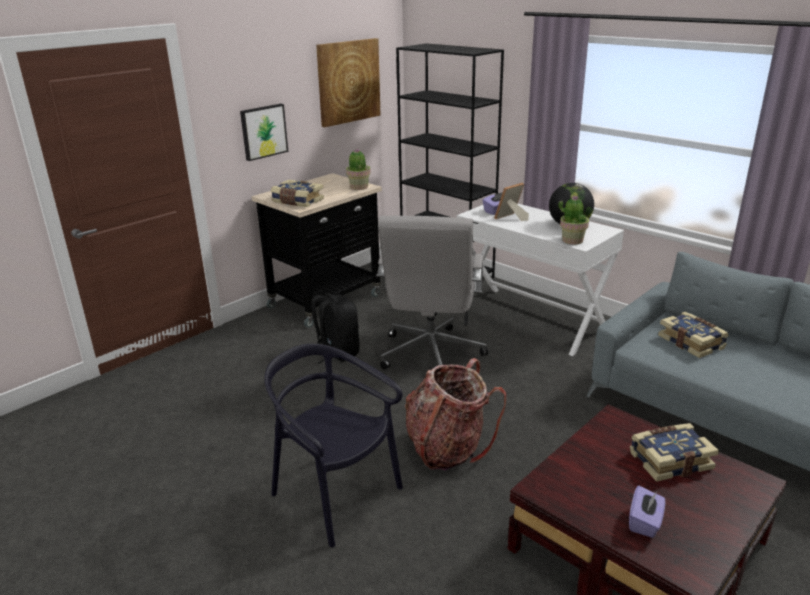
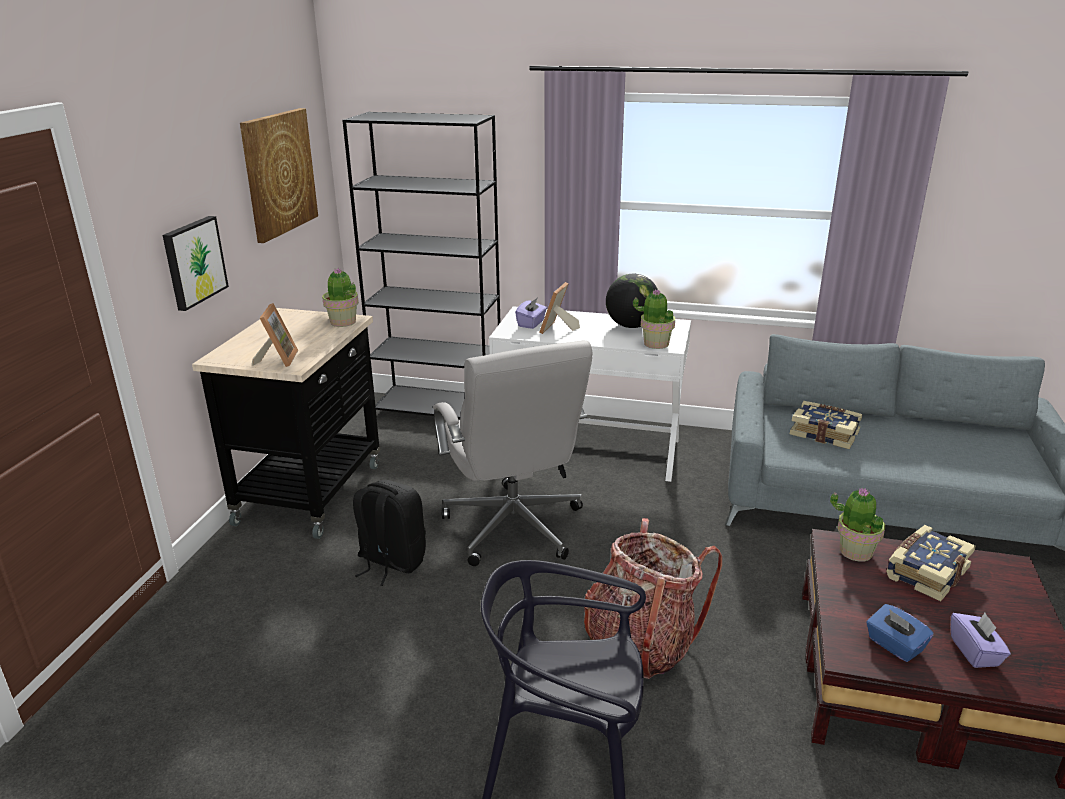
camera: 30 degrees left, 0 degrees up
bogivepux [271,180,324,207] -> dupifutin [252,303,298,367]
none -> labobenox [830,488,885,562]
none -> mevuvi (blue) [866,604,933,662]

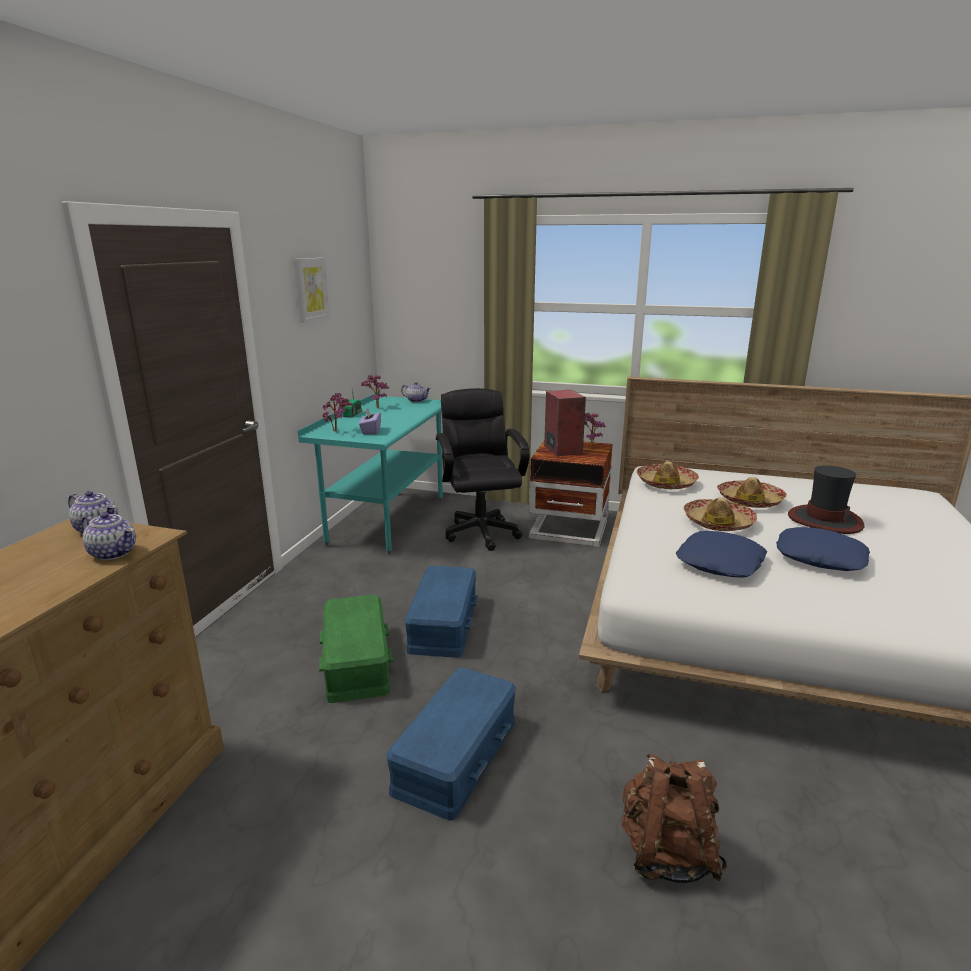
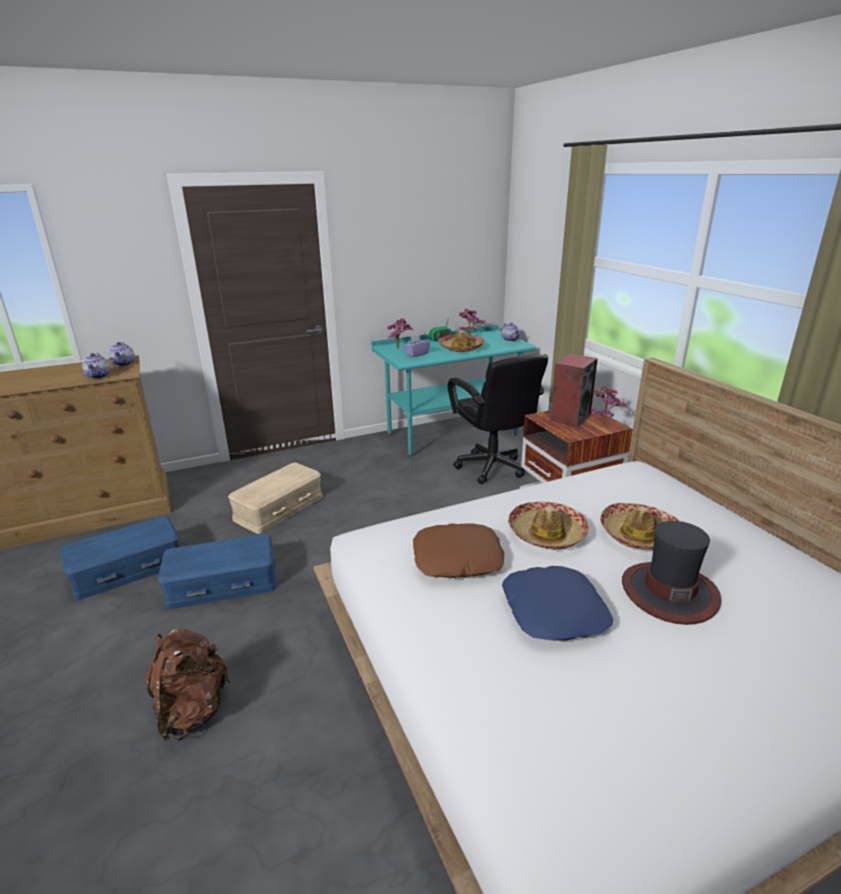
camera: 50 degrees right, 5 degrees up
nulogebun [294,258,330,323] -> none
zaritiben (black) [436,388,530,551] -> zaritiben (black) [448,354,548,484], 120 degrees clockwise
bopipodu [637,461,699,489] -> bopipodu [438,330,485,352], shifted
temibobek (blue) [676,531,767,578] -> temibobek (brown) [413,523,504,578]
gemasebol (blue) [404,566,478,658] -> gemasebol (blue) [60,516,179,601], shifted
gemasebol (green) [319,595,393,703] -> gemasebol (beige) [228,463,323,534]

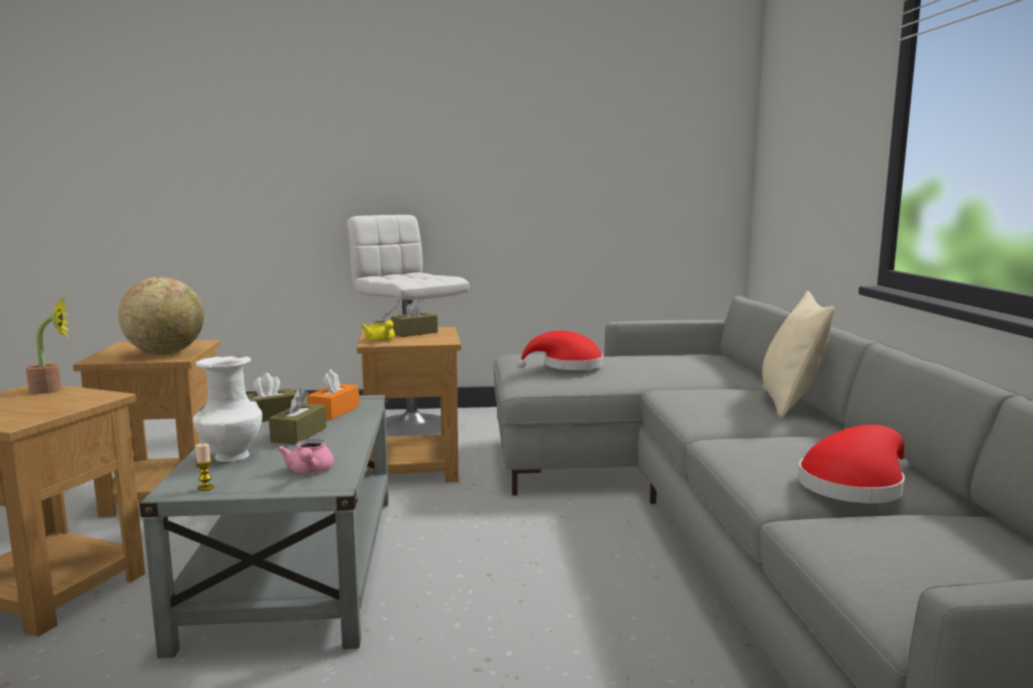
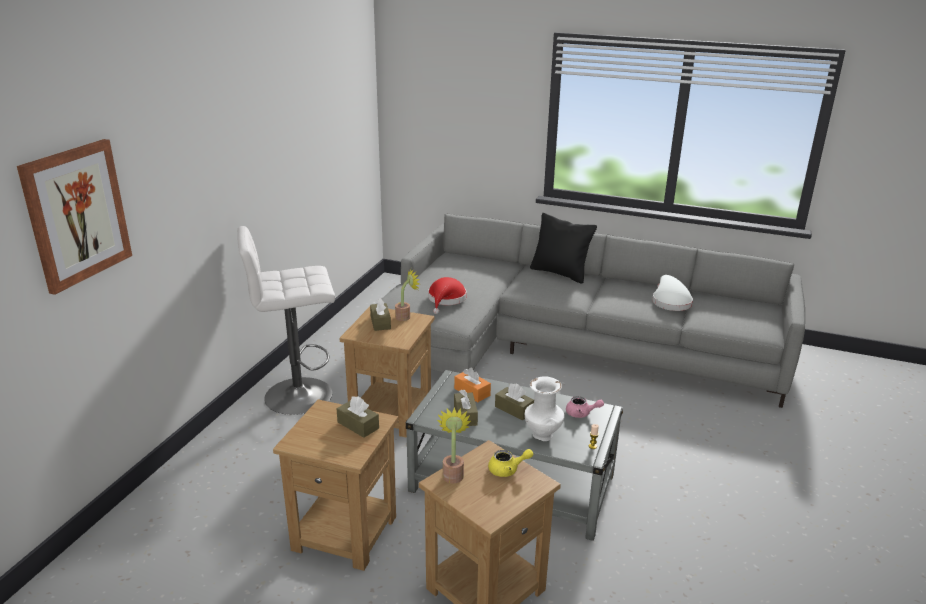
camera: 65 degrees left, 15 degrees up
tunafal [118,277,204,355] -> mevuvi (brown) [337,396,379,438]
temibobek (beige) [762,291,835,418] -> temibobek (black) [530,213,597,284]
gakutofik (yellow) [361,320,395,341] -> gakutofik (yellow) [488,449,533,477], shifted
bopipodu (red) [798,425,909,503] -> bopipodu (white) [652,275,693,311]
none -> nulogebun [17,139,132,295]
none -> labobenox [395,269,420,321]

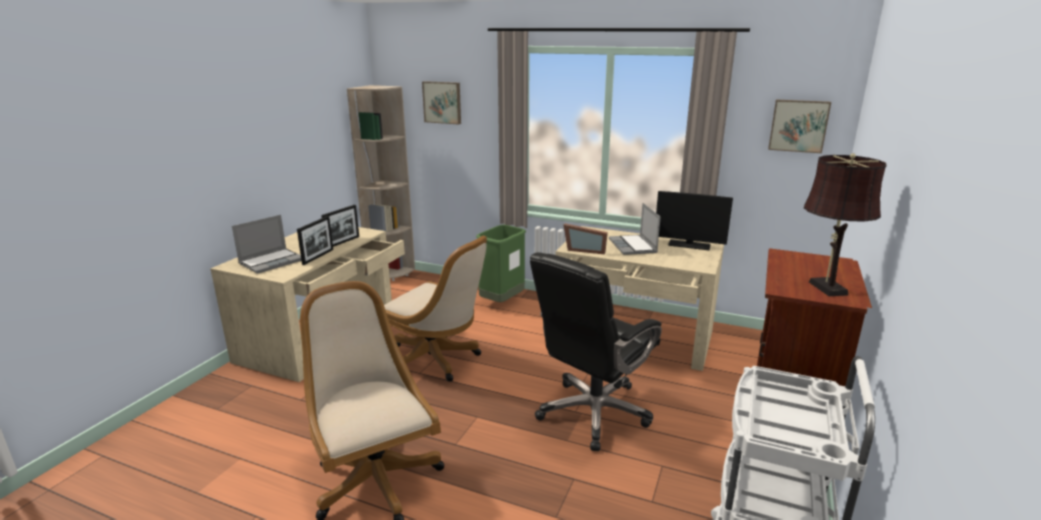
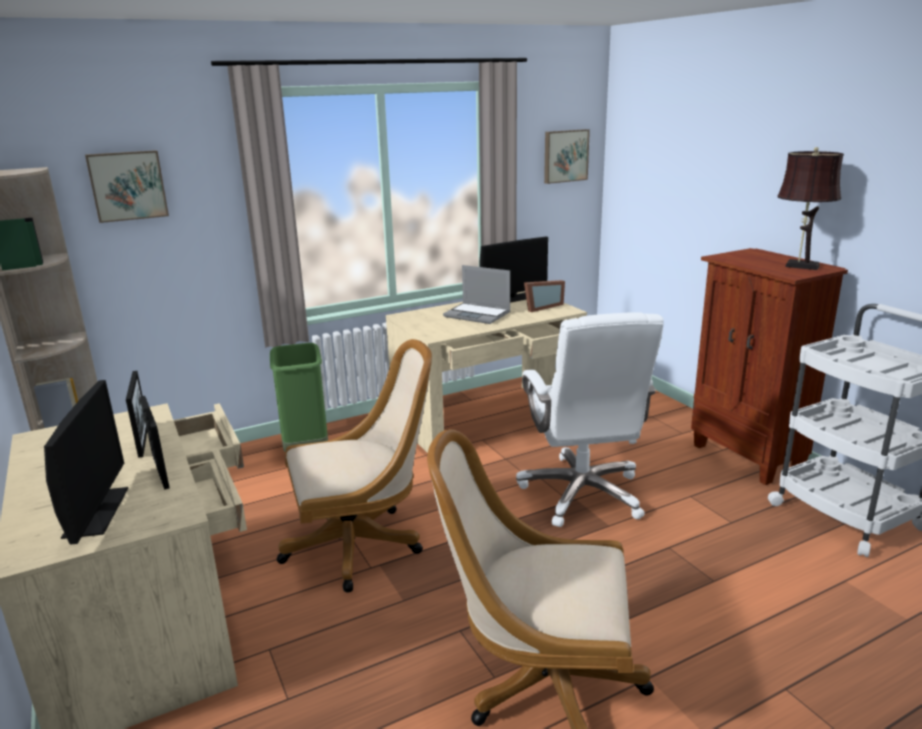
camera: 50 degrees left, 0 degrees up
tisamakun [232,215,301,274] -> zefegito [44,380,128,544]
dupifutin [564,223,608,254] -> dupifutin [524,280,565,312], shifted
zaritiben (black) [530,252,662,451] -> zaritiben (white) [516,312,663,527]

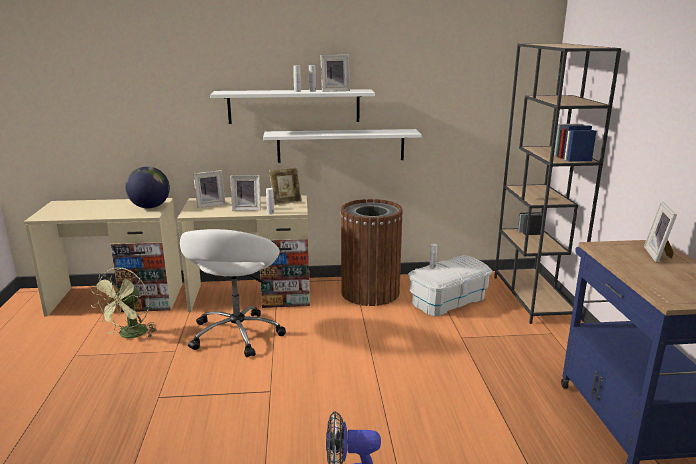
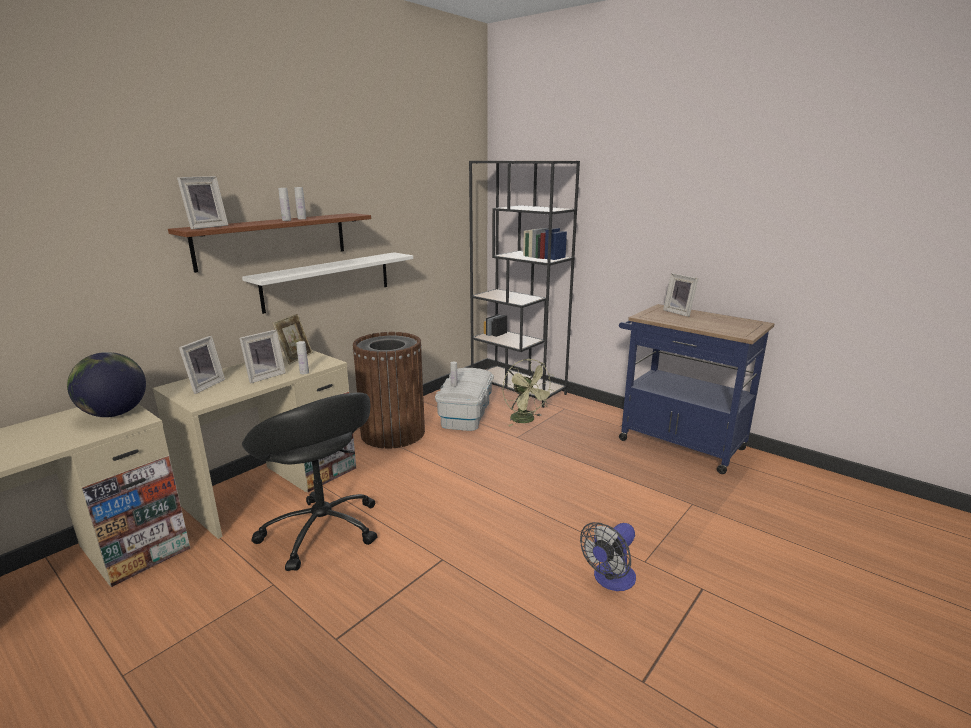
camera: 45 degrees left, 0 degrees up
dupifutin [320,55,350,92] -> dupifutin [177,176,228,230], shifted
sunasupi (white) [210,89,375,124] -> sunasupi (brown) [168,213,371,273]
zaritiben (white) [180,229,286,357] -> zaritiben (black) [242,393,377,571]
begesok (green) [90,267,157,338] -> begesok (green) [503,359,554,426], shifted

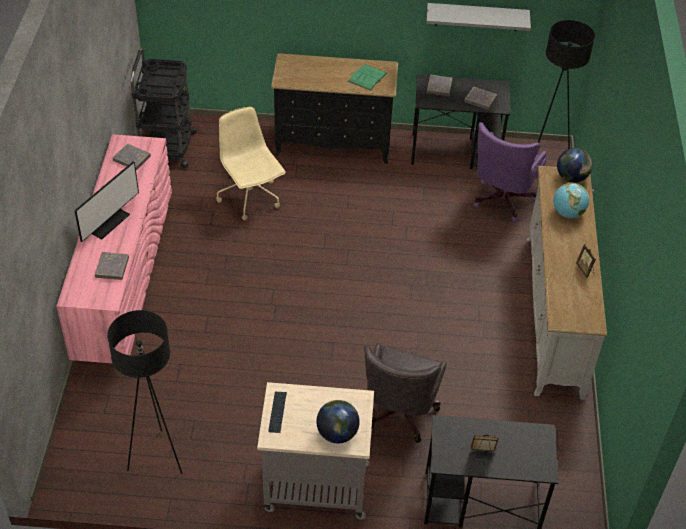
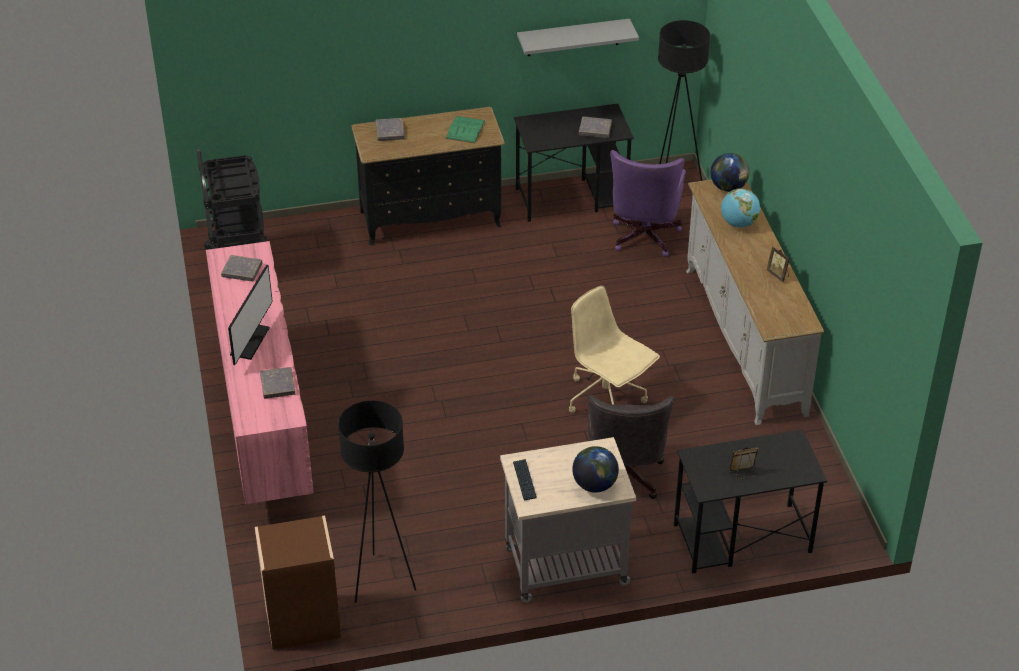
camera: 15 degrees left, 5 degrees down
bogivepux (grey) [427,75,452,96] -> bogivepux (grey) [376,118,405,141], shifted
zaritiben (beige) [216,107,286,220] -> zaritiben (beige) [569,286,660,413], shifted
none -> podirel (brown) [255,516,341,650]

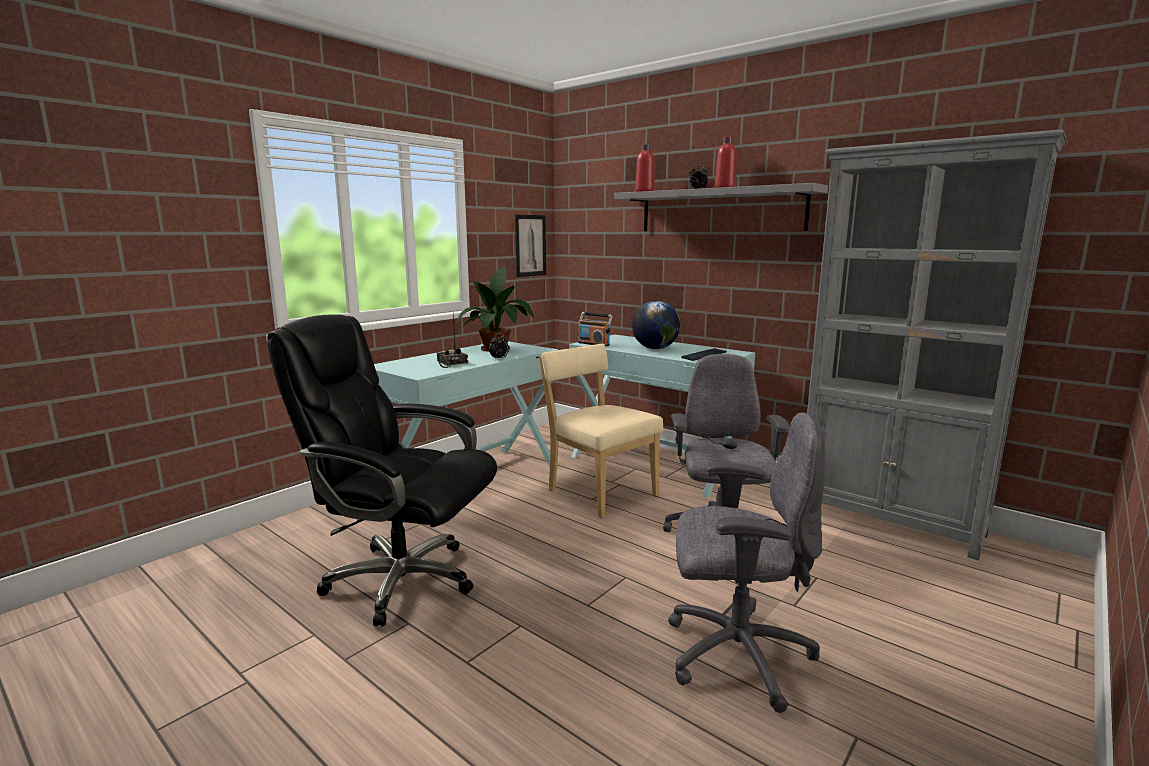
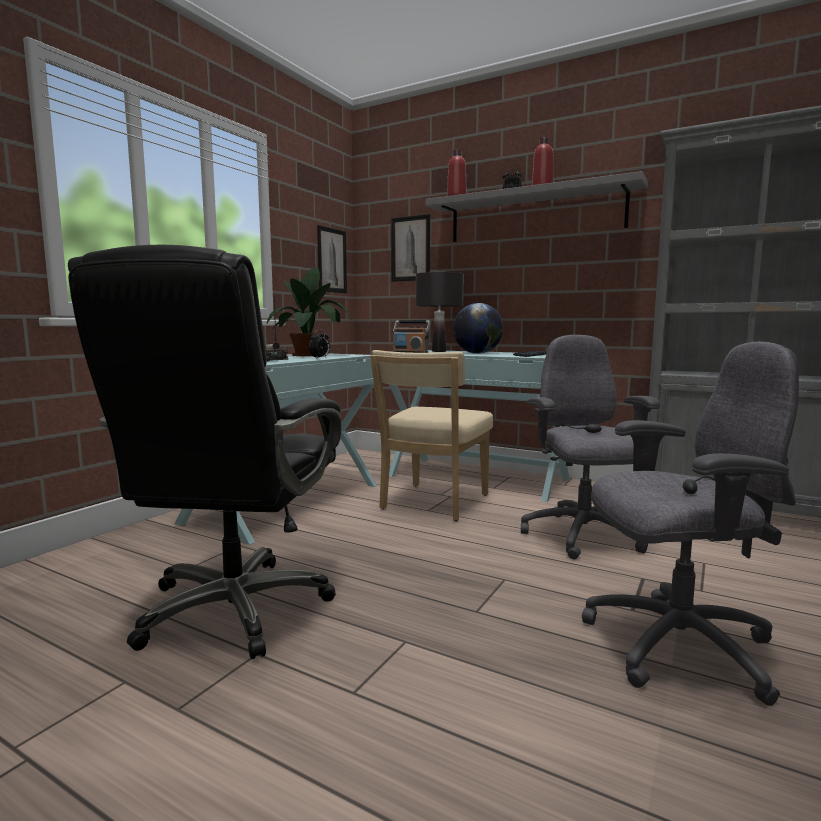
camera: 10 degrees left, 5 degrees down
zaritiben (black) [267,315,497,626] -> zaritiben (black) [68,245,341,659], 90 degrees counterclockwise
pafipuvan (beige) [539,344,663,518] -> pafipuvan (beige) [370,350,493,521], 105 degrees counterclockwise
none -> nulogebun [391,214,430,282]
none -> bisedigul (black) [416,272,464,352]

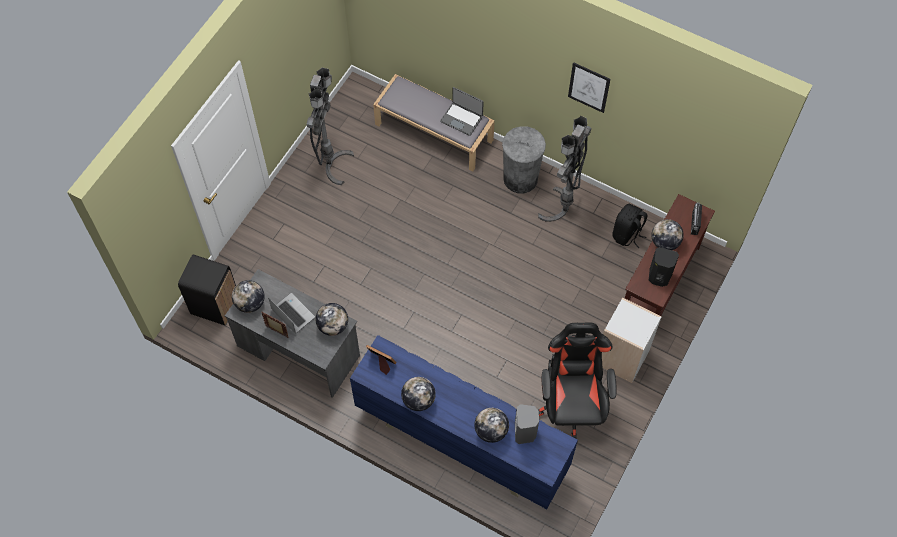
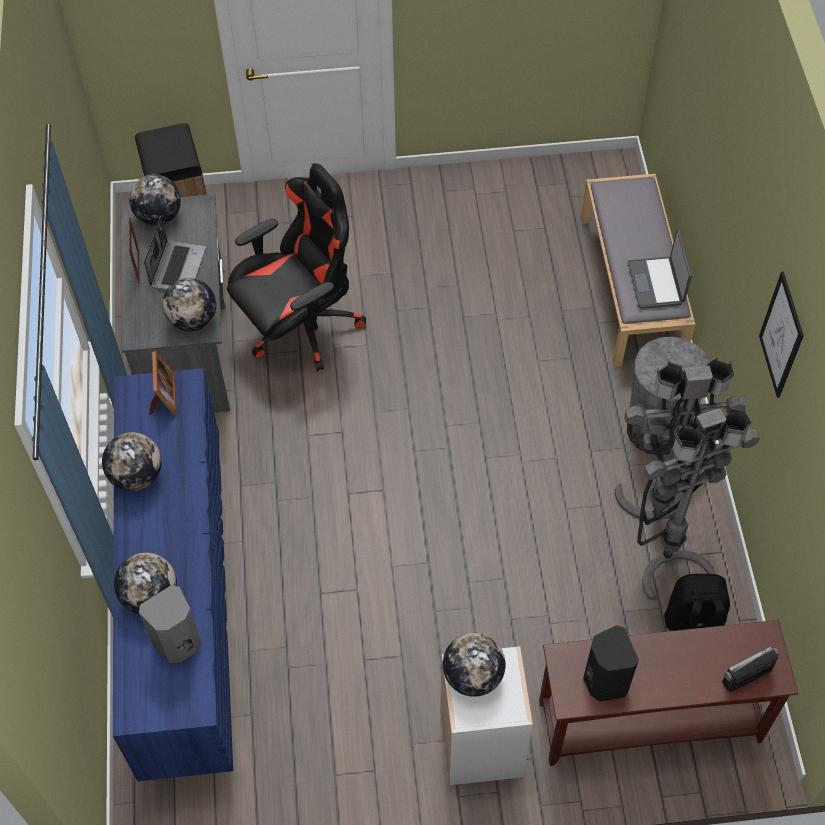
camera: 55 degrees right, 5 degrees down
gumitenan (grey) [307,68,354,185] -> gumitenan (grey) [637,408,760,601], shifted
tunafal [651,219,684,250] -> tunafal [443,633,506,697], shifted
zaritiben (black) [538,323,616,439] -> zaritiben (black) [227,163,366,371], shifted

